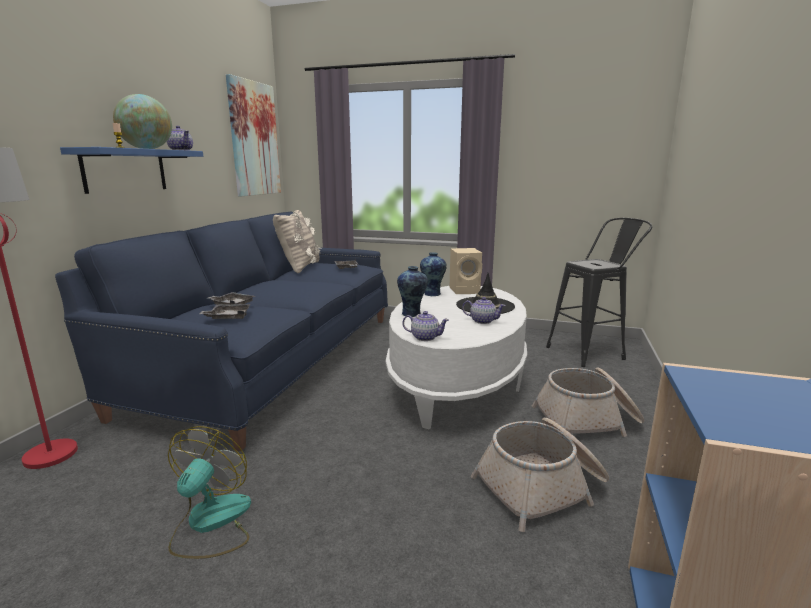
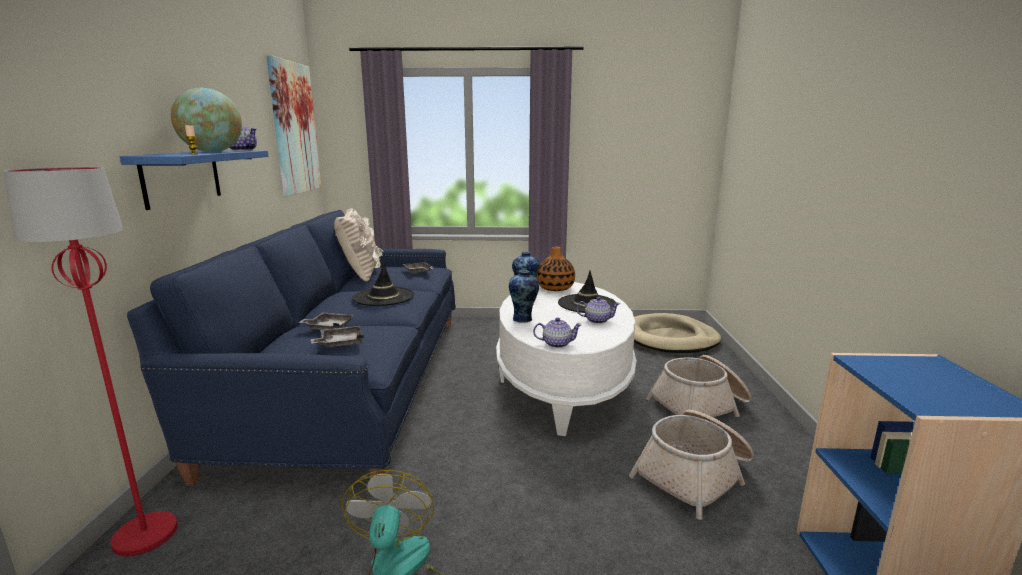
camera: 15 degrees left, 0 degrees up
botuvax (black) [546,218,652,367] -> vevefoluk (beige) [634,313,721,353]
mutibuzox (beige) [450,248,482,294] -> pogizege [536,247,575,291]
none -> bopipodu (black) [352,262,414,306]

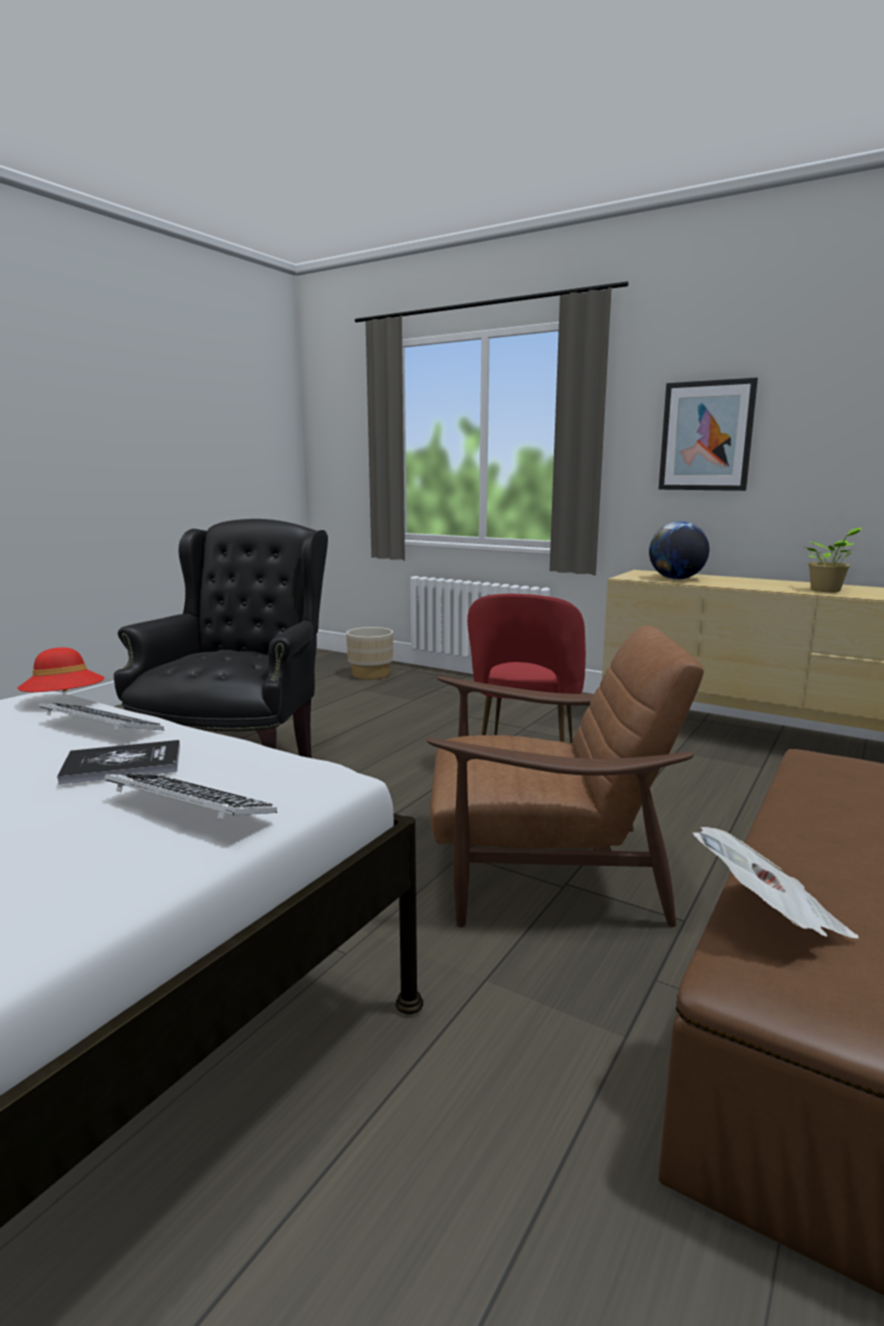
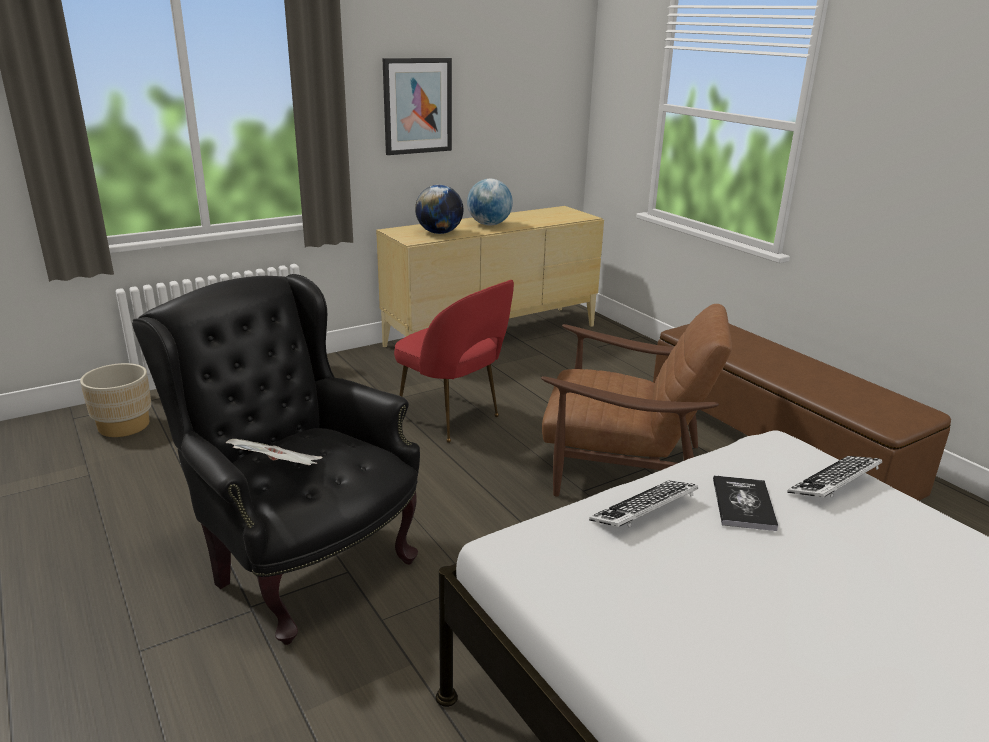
camera: 65 degrees left, 10 degrees up
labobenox [805,527,861,592] -> none
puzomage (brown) [427,626,704,927] -> puzomage (brown) [541,304,732,497], 75 degrees clockwise
bopipodu (red) [17,647,105,692] -> none
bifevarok [692,827,859,939] -> bifevarok [226,439,323,465], shifted
none -> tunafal [467,179,513,226]

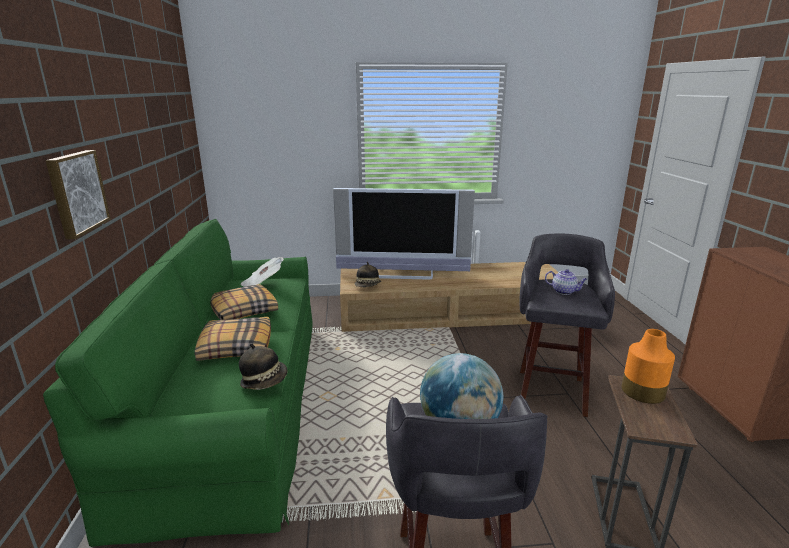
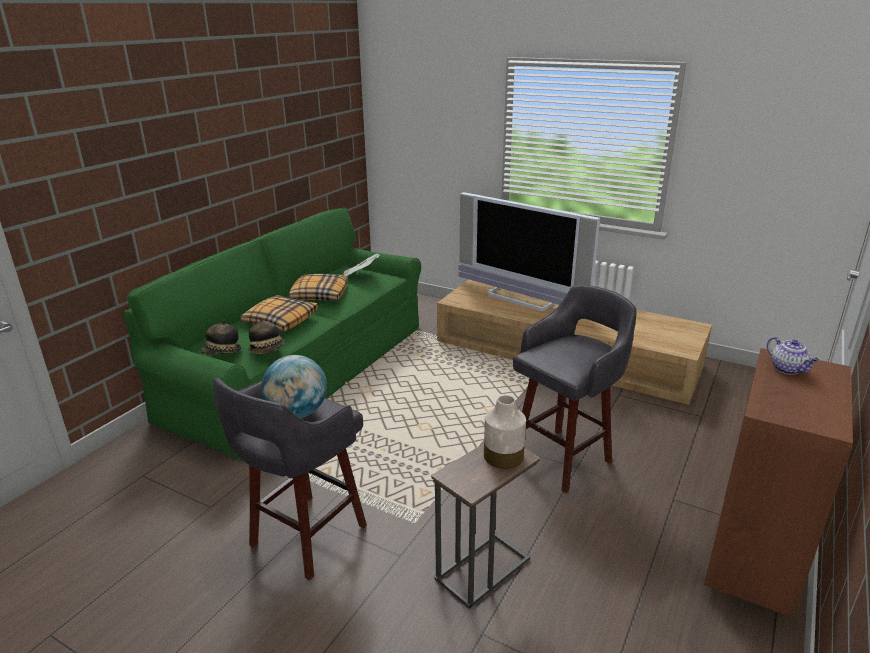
camera: 35 degrees right, 5 degrees up
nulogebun [46,150,111,239] -> none
bopipodu [354,262,381,287] -> bopipodu [201,320,241,355], shifted
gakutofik [545,269,588,295] -> gakutofik [767,337,819,375], shifted
pogizege (orange) [621,329,675,404] -> pogizege (beige) [484,395,526,469]

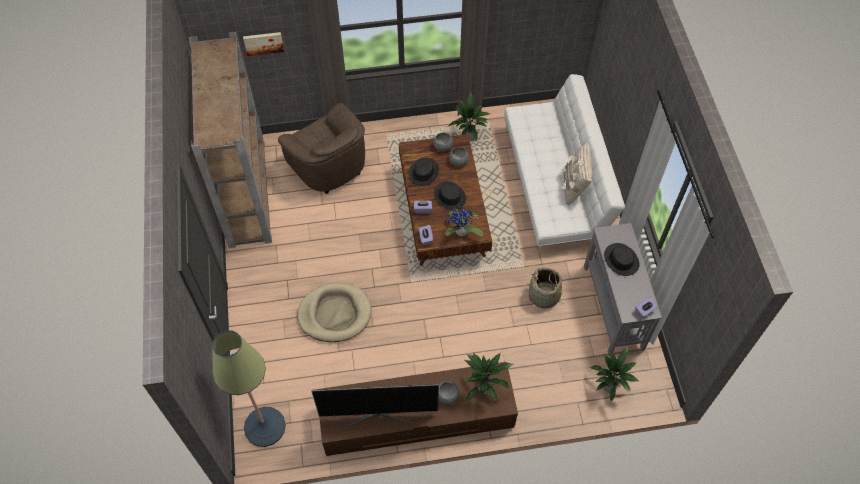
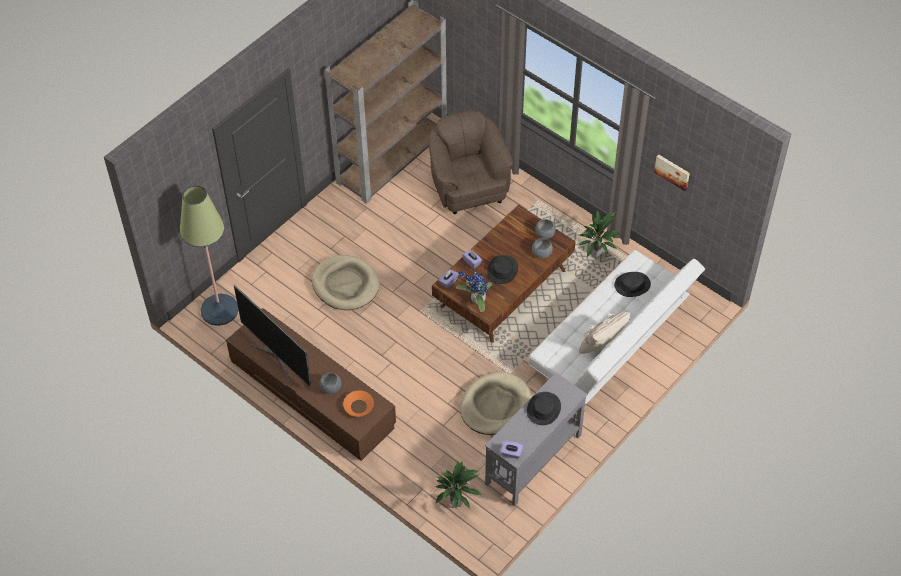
camera: 50 degrees right, 5 degrees down
nulogebun [243,32,284,56] -> nulogebun [654,154,690,191], shifted
puzomage (brown) [278,103,365,194] -> puzomage (brown) [429,110,513,214], 150 degrees clockwise
bopipodu (black) [409,157,439,186] -> bopipodu (black) [614,272,651,297], shifted
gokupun [528,267,565,309] -> vevefoluk (beige) [460,372,532,435]
labobenox [465,353,514,403] -> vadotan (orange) [343,391,374,417]

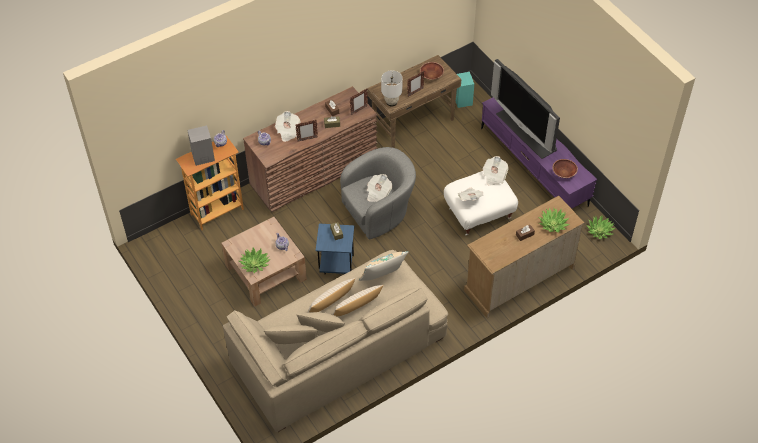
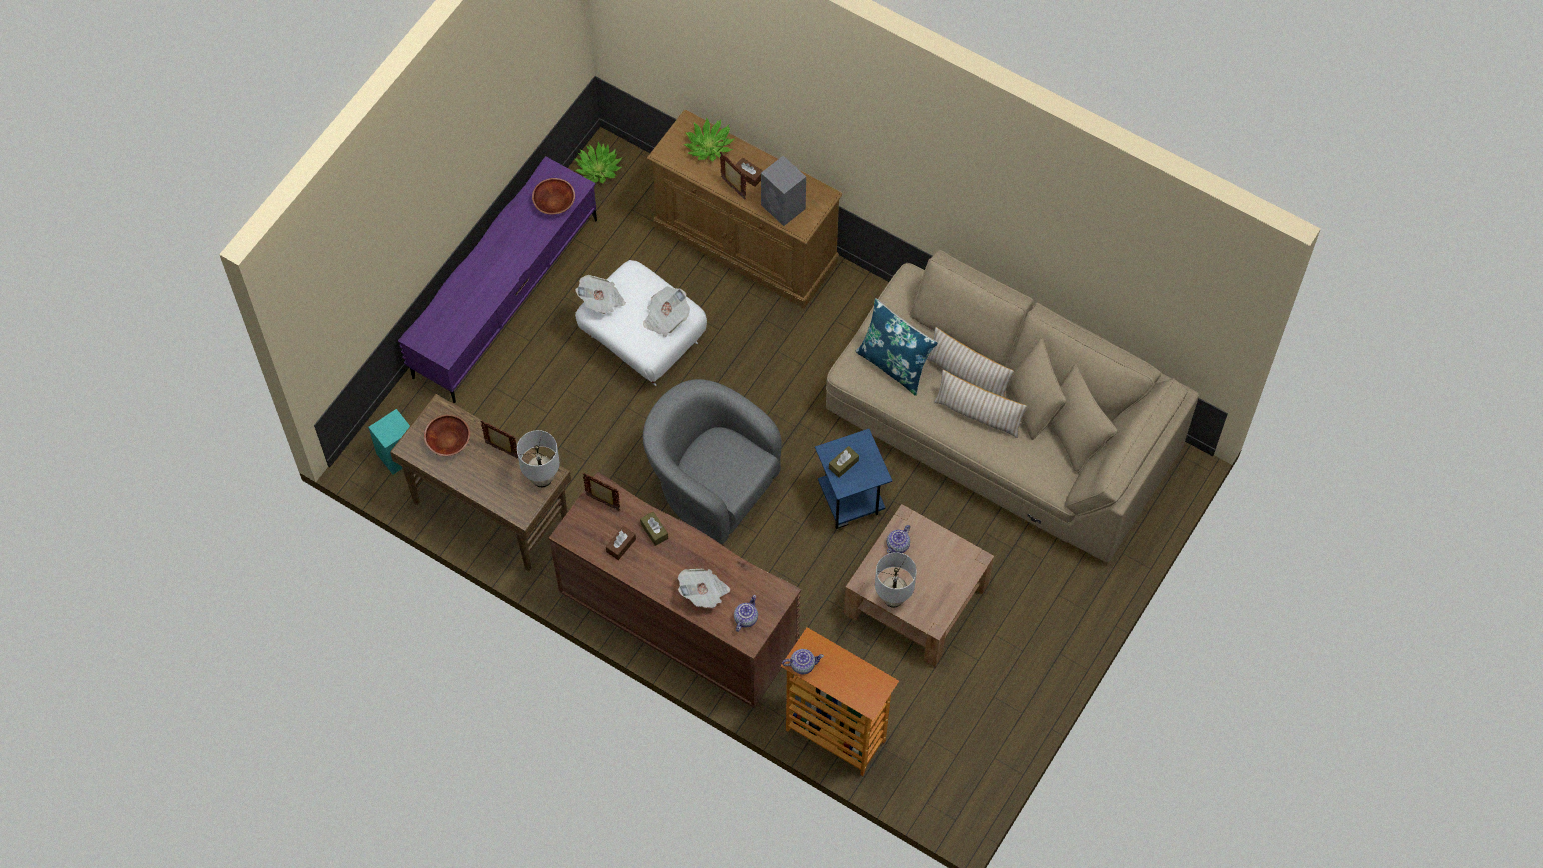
camera: 115 degrees left, 10 degrees up
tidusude [491,59,560,159] -> none
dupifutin [295,119,318,142] -> dupifutin [720,152,746,200], shifted
mutibuzox (grey) [187,125,215,166] -> mutibuzox (grey) [761,156,806,226], shifted
bifevarok [367,174,392,202] -> none
labobenox [239,248,270,273] -> none
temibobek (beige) [359,251,409,281] -> temibobek (blue) [856,298,938,396]
none -> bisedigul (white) [875,552,917,608]

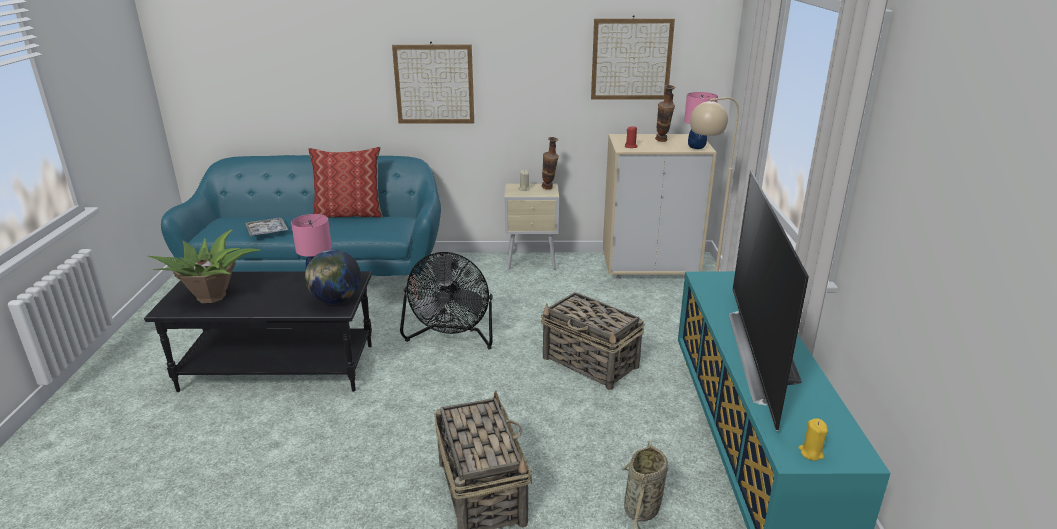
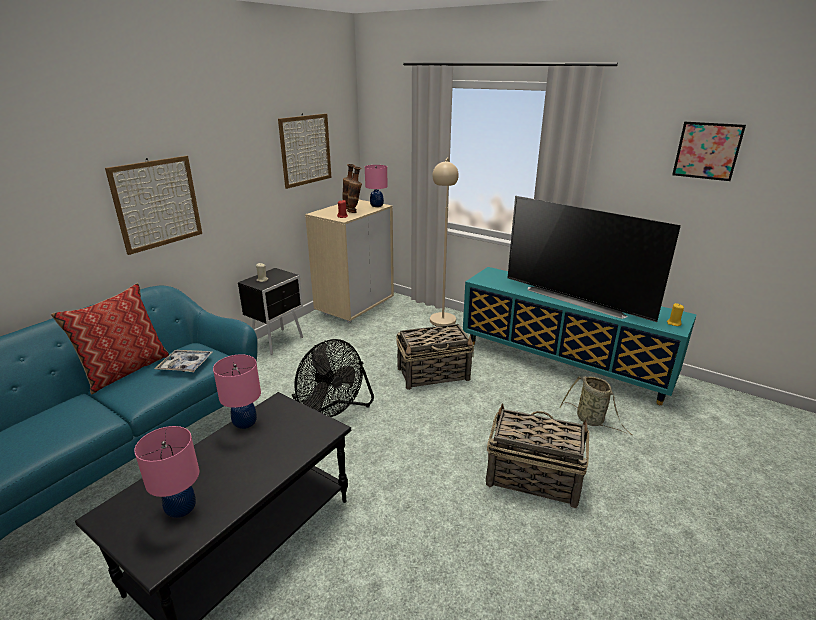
camera: 55 degrees left, 0 degrees up
pogizege [542,137,559,189] -> pogizege [347,167,362,213], shifted
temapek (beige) [505,183,559,270] -> temapek (black) [238,268,303,355]
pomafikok [245,217,288,236] -> pomafikok [154,350,213,372], shifted
labobenox [148,229,260,303] -> bisedigul (pink) [134,426,199,518]
tunafal [305,250,361,304] -> none
none -> nulogebun [672,122,746,181]

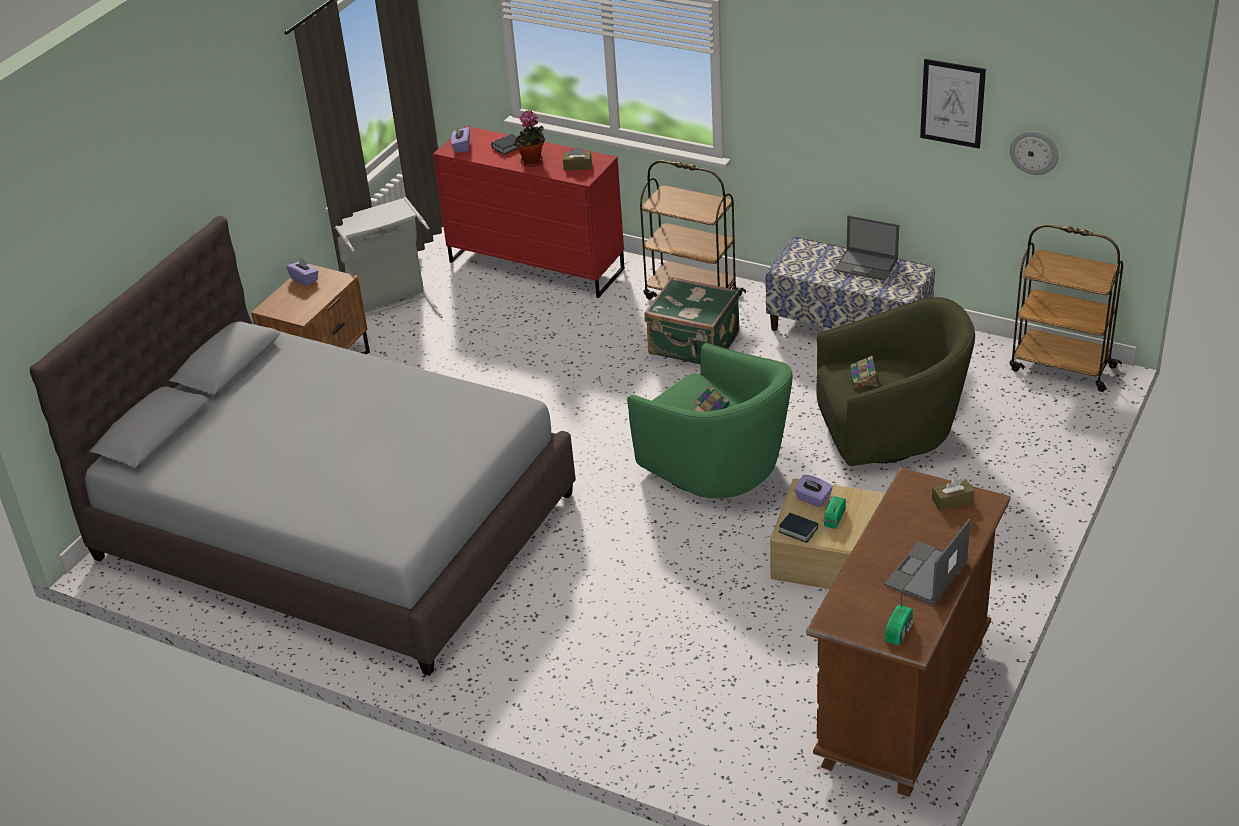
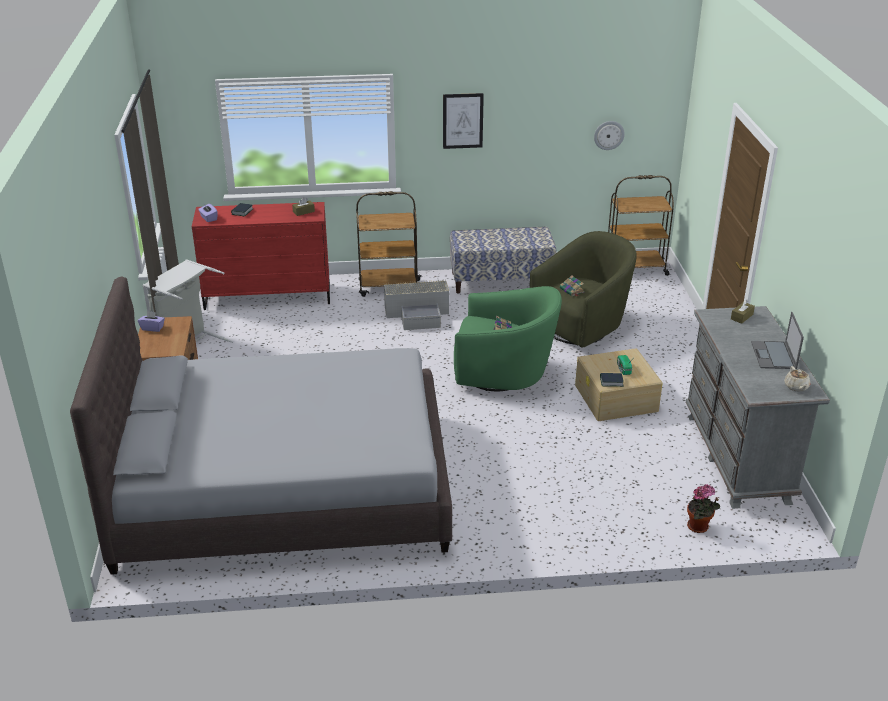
camera: 35 degrees left, 5 degrees down
nulogebun [920,59,986,148] -> nulogebun [443,93,484,149], shifted
labobenox [513,110,545,167] -> labobenox [687,484,720,533], shifted
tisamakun [834,215,899,281] -> none
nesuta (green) [644,277,739,364] -> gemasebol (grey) [384,279,449,330]
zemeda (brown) [806,467,1011,797] -> zemeda (grey) [686,306,830,509]
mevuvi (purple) [794,475,833,507] -> none
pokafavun [885,585,914,645] -> gakutofik (beige) [784,366,810,392]

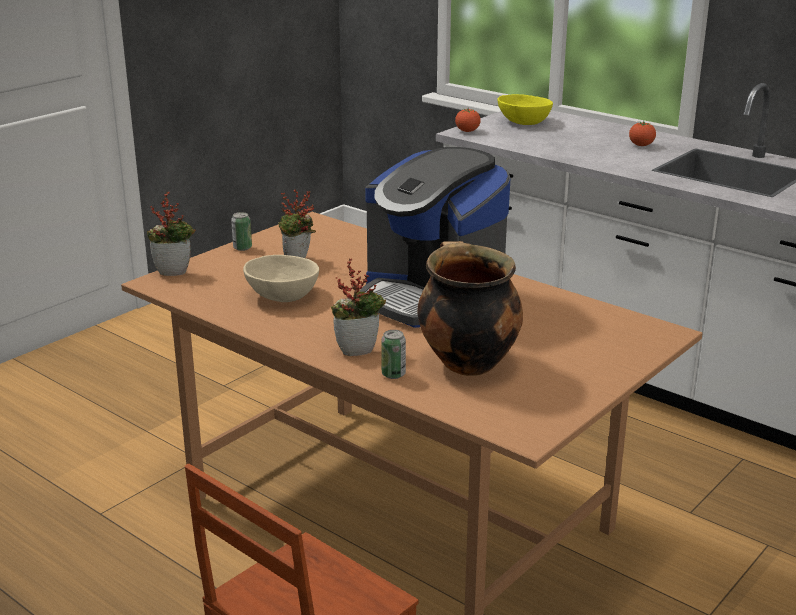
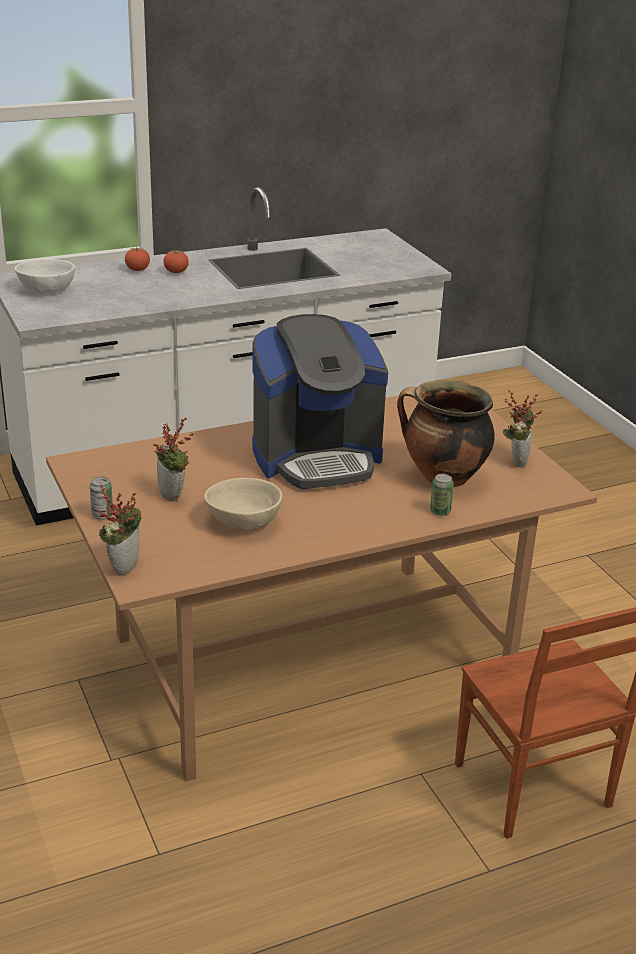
camera: 65 degrees left, 5 degrees up
vadotan (yellow) [498,94,553,125] -> vadotan (white) [15,259,75,293]
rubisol [455,107,481,132] -> rubisol [125,247,150,271], shifted
labobenox [331,258,386,356] -> labobenox [503,390,542,468], shifted

